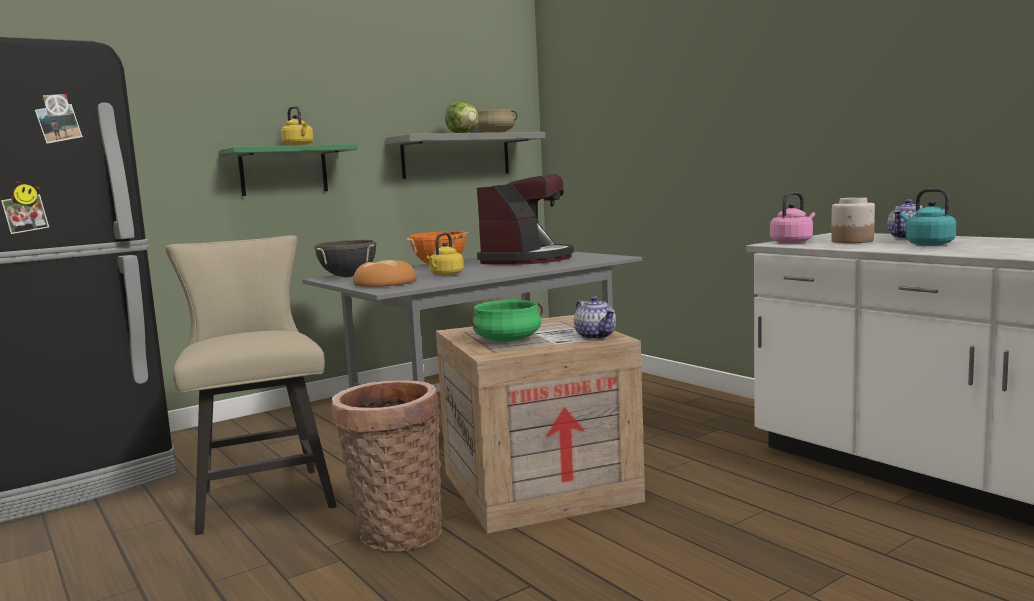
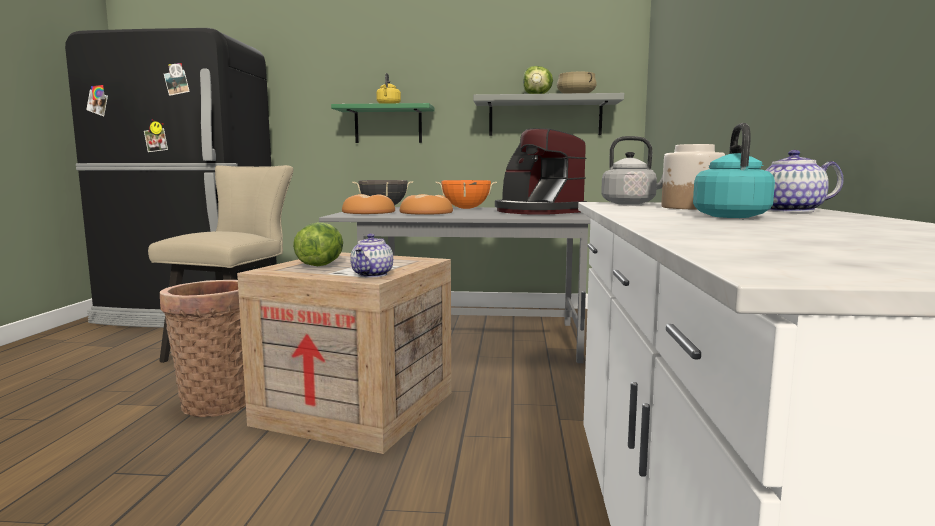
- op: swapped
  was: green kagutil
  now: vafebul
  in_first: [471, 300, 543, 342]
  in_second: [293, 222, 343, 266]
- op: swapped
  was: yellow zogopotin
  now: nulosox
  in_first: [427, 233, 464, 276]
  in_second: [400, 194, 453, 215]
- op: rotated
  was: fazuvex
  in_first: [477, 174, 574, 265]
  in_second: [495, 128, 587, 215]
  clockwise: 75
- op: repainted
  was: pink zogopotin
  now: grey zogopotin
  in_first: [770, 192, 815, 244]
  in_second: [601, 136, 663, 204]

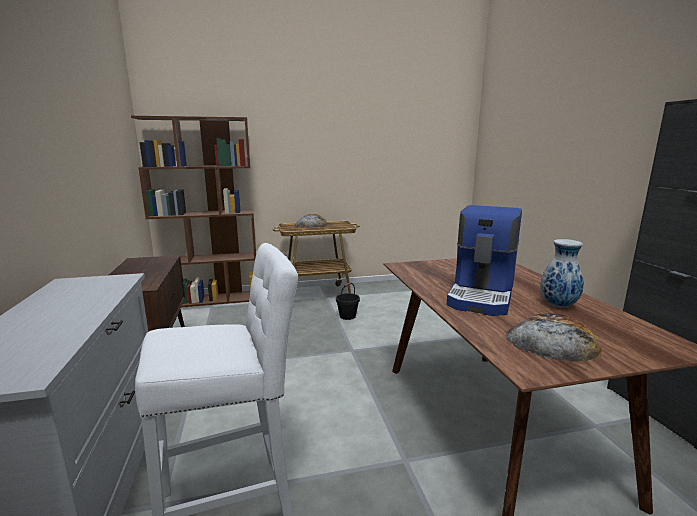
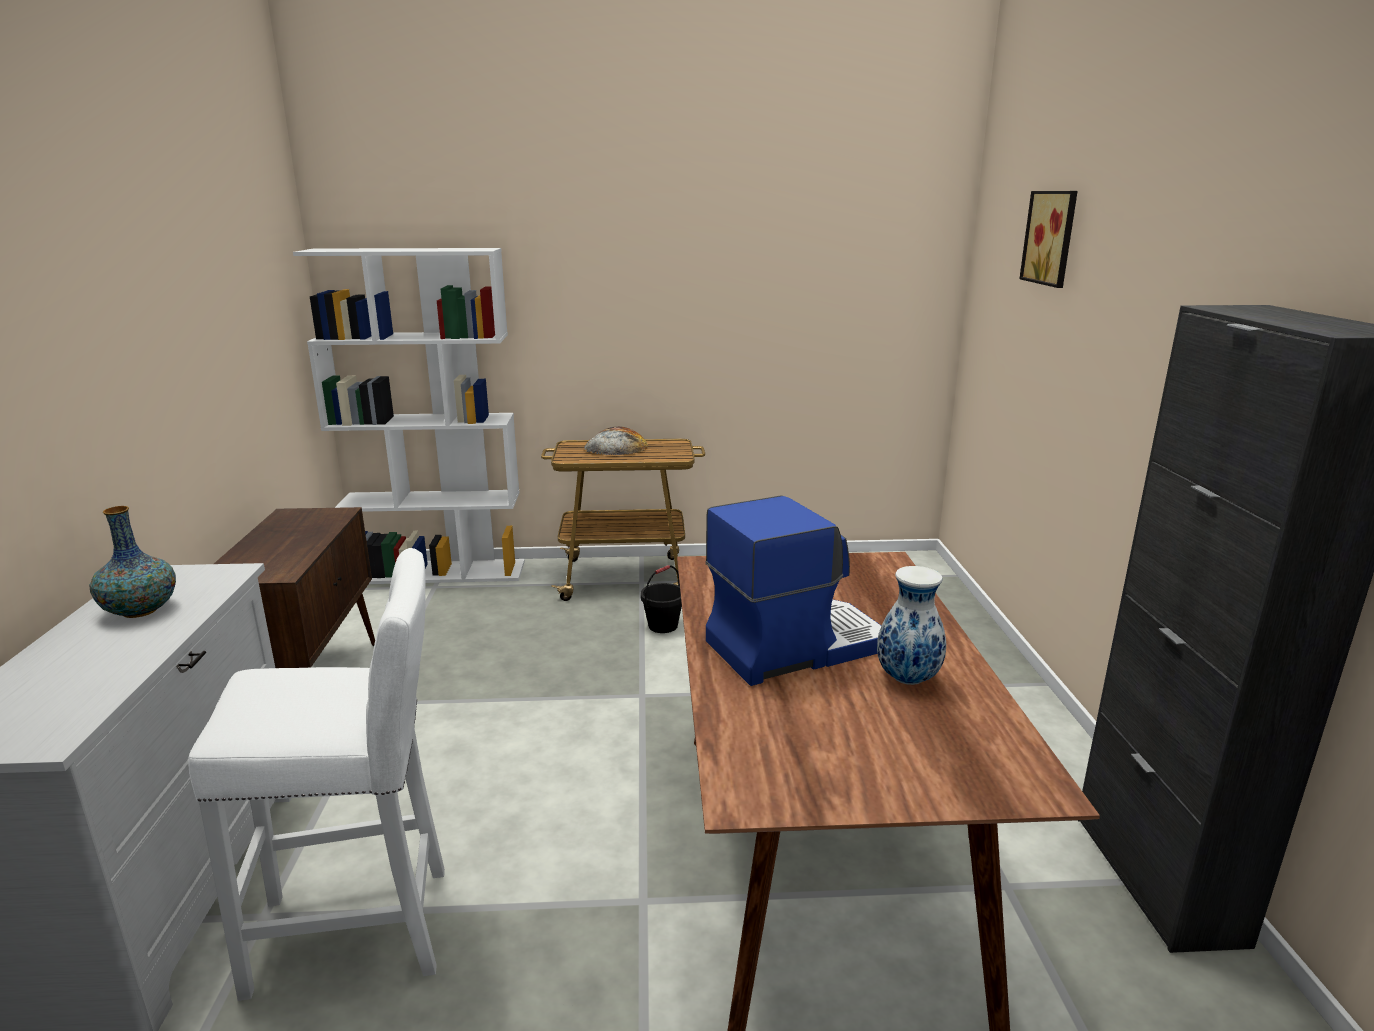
- op: new
  now: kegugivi
  in_second: [89, 506, 176, 618]
- op: repainted
  was: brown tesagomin
  now: white tesagomin
  in_first: [131, 116, 256, 307]
  in_second: [293, 248, 525, 584]
- op: rotated
  was: fazuvex
  in_first: [447, 205, 522, 316]
  in_second: [705, 495, 881, 686]
  clockwise: -150
- op: new
  now: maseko
  in_second: [1019, 191, 1078, 288]
- op: gone
  was: nulosox
  in_first: [506, 313, 602, 361]

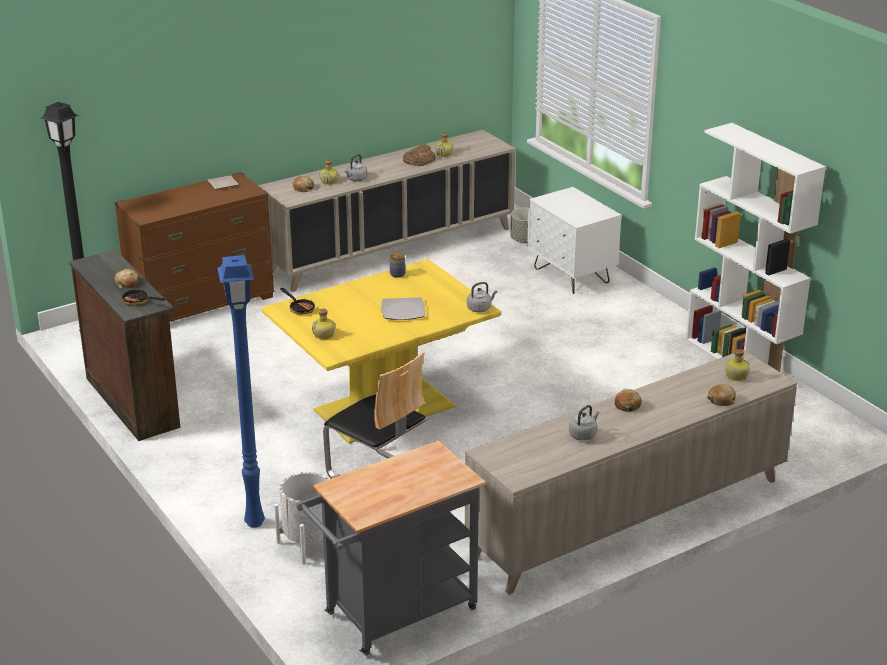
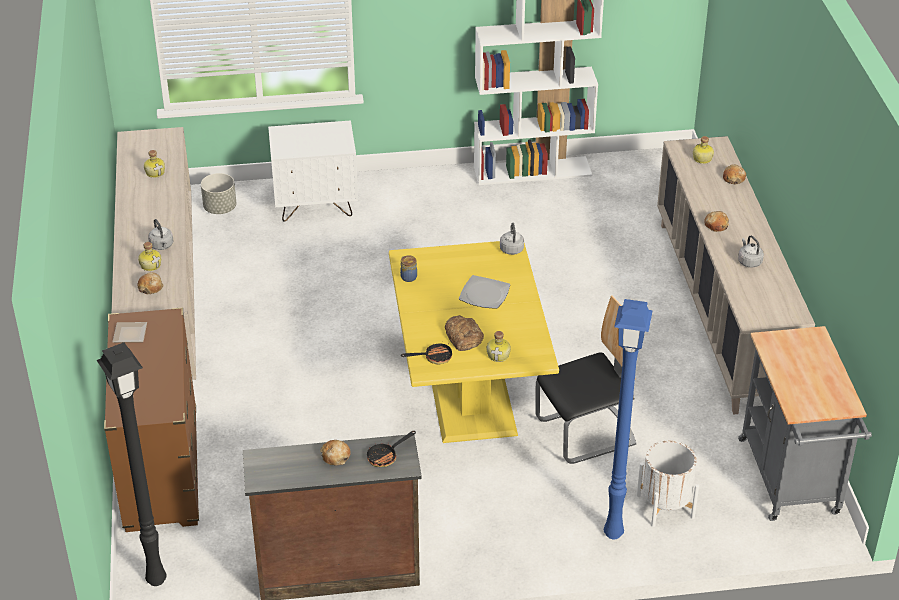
- op: shifted
  was: nulosox
  in_first: [403, 144, 436, 166]
  in_second: [445, 315, 484, 351]

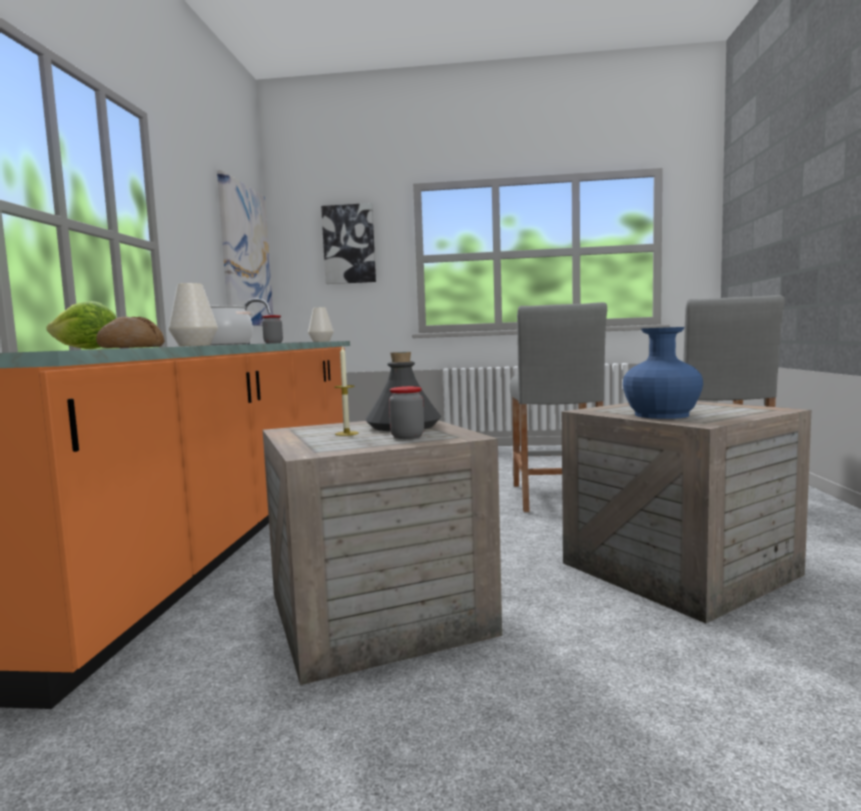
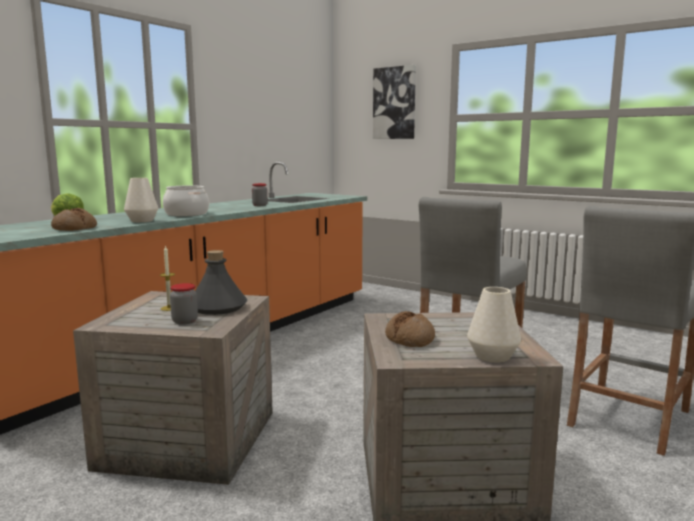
- op: swapped
  was: blue kegugivi
  now: nulosox
  in_first: [623, 327, 703, 419]
  in_second: [385, 311, 435, 347]
- op: shifted
  was: white kegugivi
  in_first: [308, 308, 334, 342]
  in_second: [467, 287, 521, 362]
- op: gone
  was: maseko
  in_first: [217, 170, 273, 326]

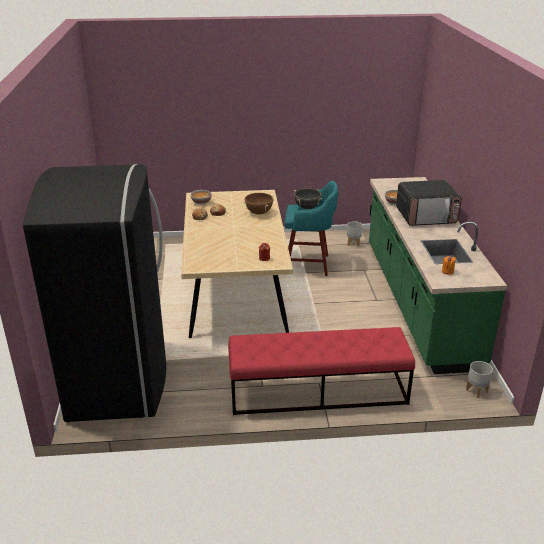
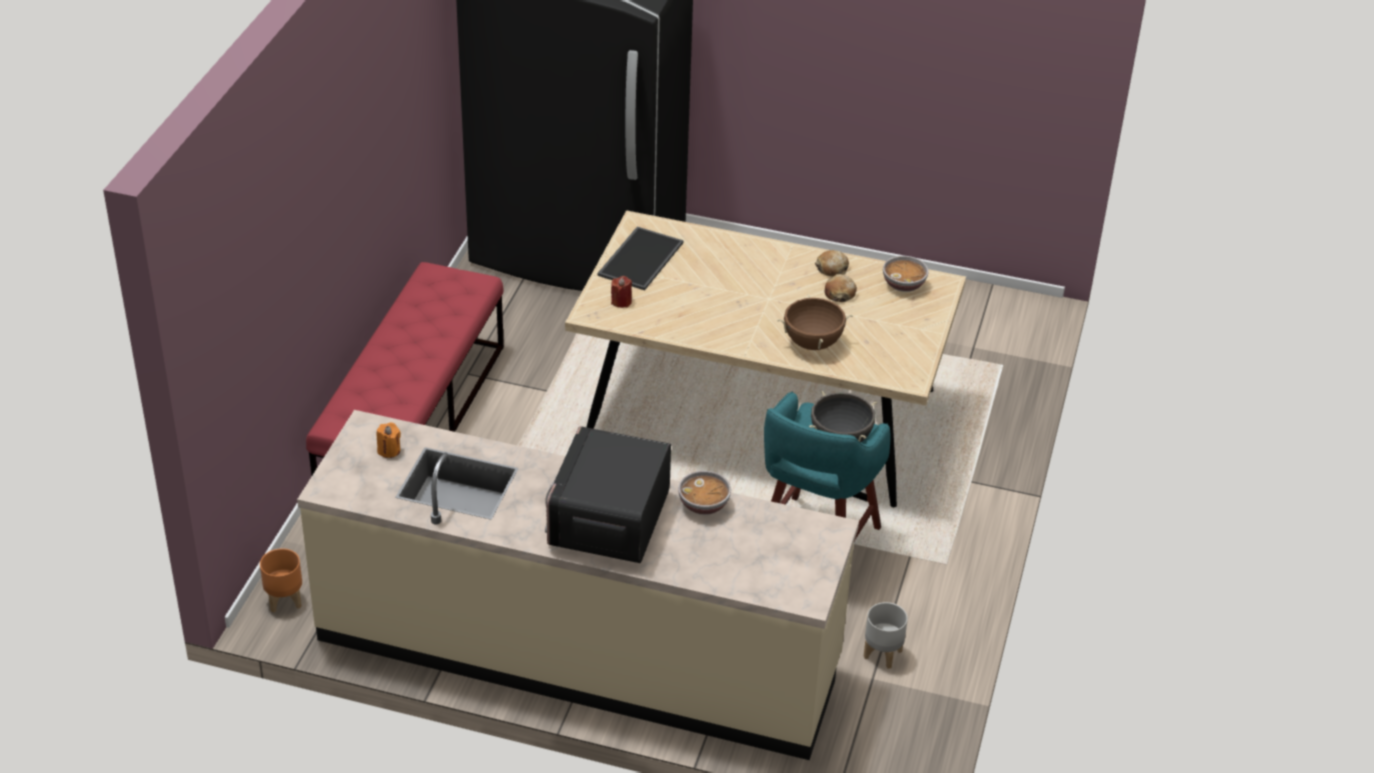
- op: repainted
  was: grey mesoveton
  now: orange mesoveton
  in_first: [466, 361, 493, 398]
  in_second: [260, 548, 302, 613]
- op: repainted
  was: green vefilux
  now: beige vefilux
  in_first: [369, 177, 507, 374]
  in_second: [297, 410, 859, 760]
- op: new
  now: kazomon
  in_second: [597, 227, 684, 290]

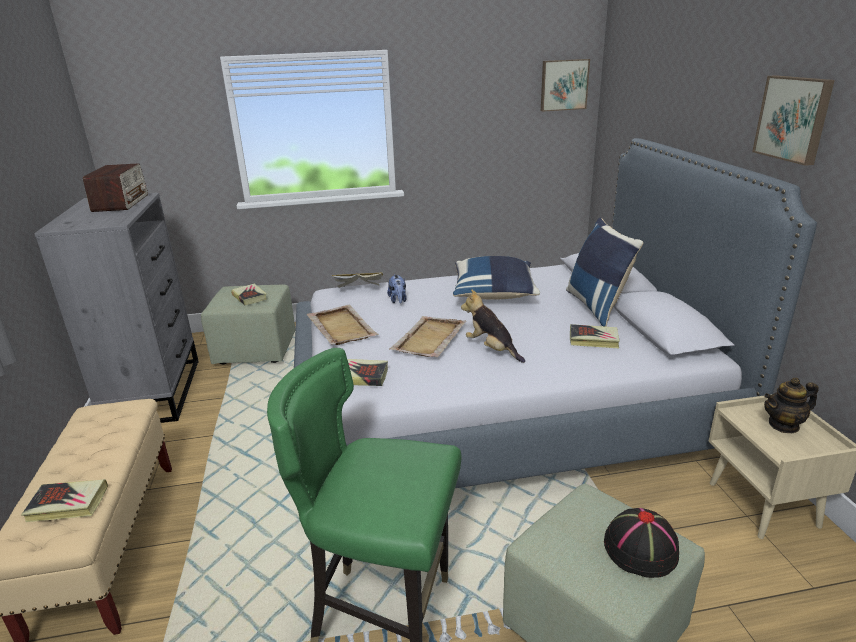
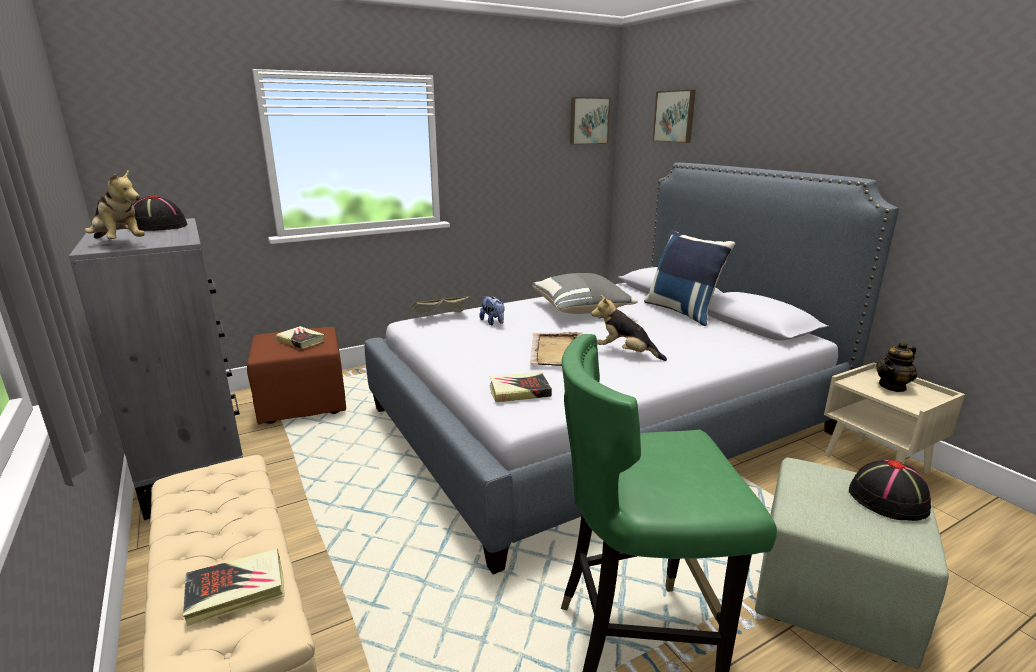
- op: new
  now: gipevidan
  in_second: [85, 170, 145, 239]
- op: swapped
  was: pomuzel
  now: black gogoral
  in_first: [83, 163, 148, 212]
  in_second: [133, 196, 187, 231]
- op: repainted
  was: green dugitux
  now: brown dugitux
  in_first: [201, 285, 295, 364]
  in_second: [247, 327, 346, 424]
- op: repainted
  was: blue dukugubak
  now: grey dukugubak
  in_first: [453, 256, 540, 300]
  in_second: [532, 273, 638, 314]
- op: shifted
  was: maseko
  in_first: [752, 75, 835, 166]
  in_second: [652, 90, 696, 143]
- op: gone
  was: beige kazomon
  in_first: [307, 305, 379, 345]
- op: gone
  was: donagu
  in_first: [570, 324, 620, 348]

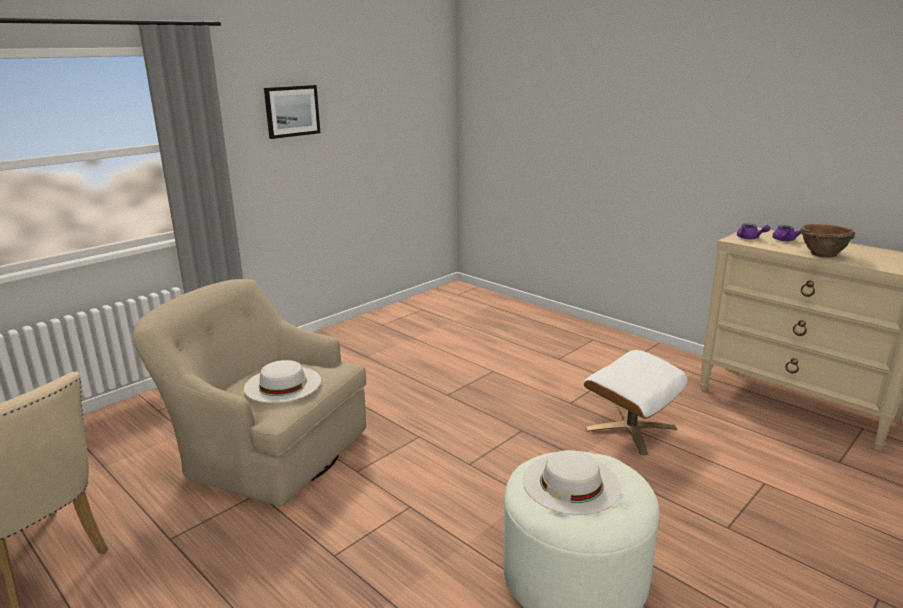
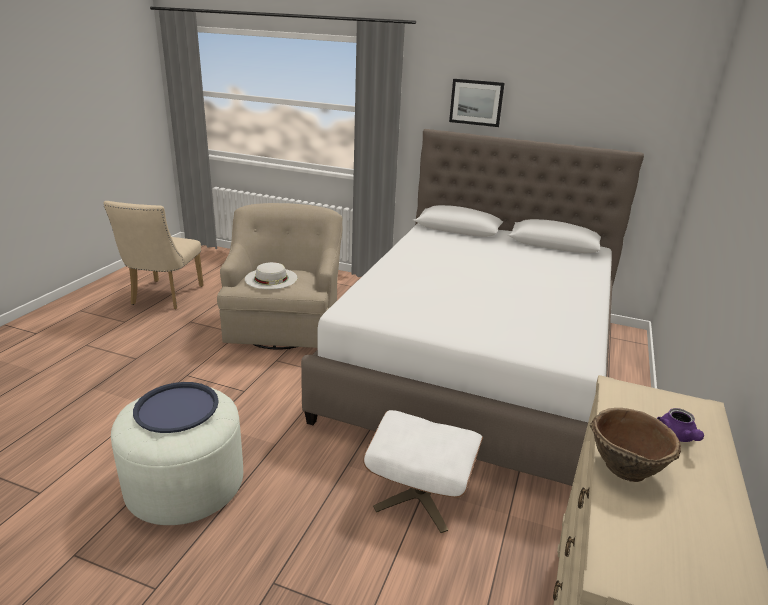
- op: swapped
  was: white gogoral
  now: blue kazomon
  in_first: [523, 450, 621, 515]
  in_second: [133, 382, 219, 433]
- op: new
  now: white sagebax
  in_second: [301, 129, 644, 486]
- op: gone
  was: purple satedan
  in_first: [737, 224, 770, 239]

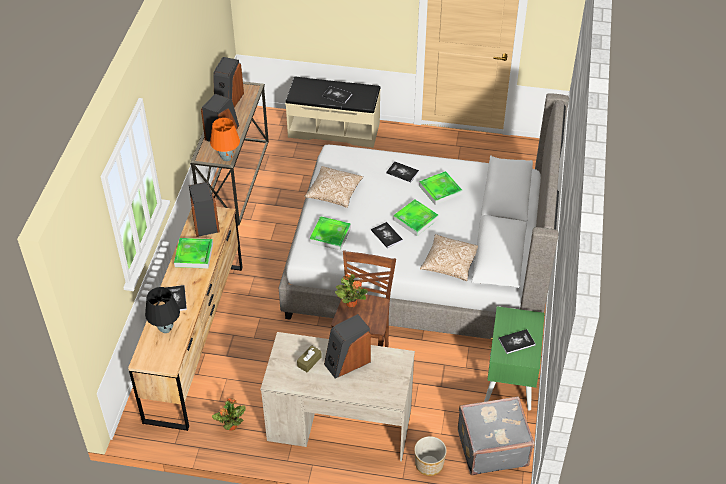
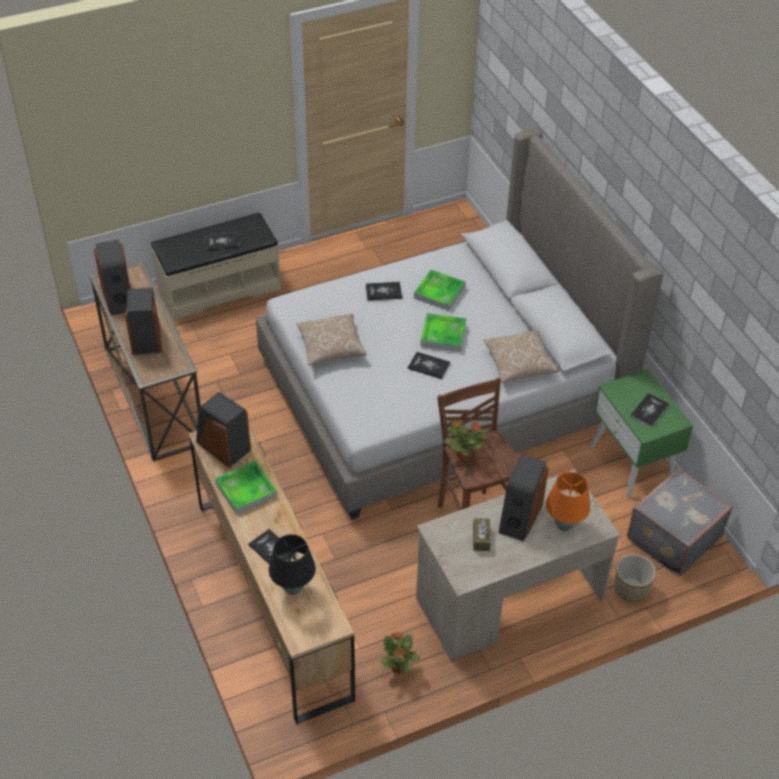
- op: shifted
  was: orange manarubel
  in_first: [210, 118, 240, 161]
  in_second: [546, 472, 590, 531]
- op: gone
  was: kazomon
  in_first: [309, 216, 351, 251]

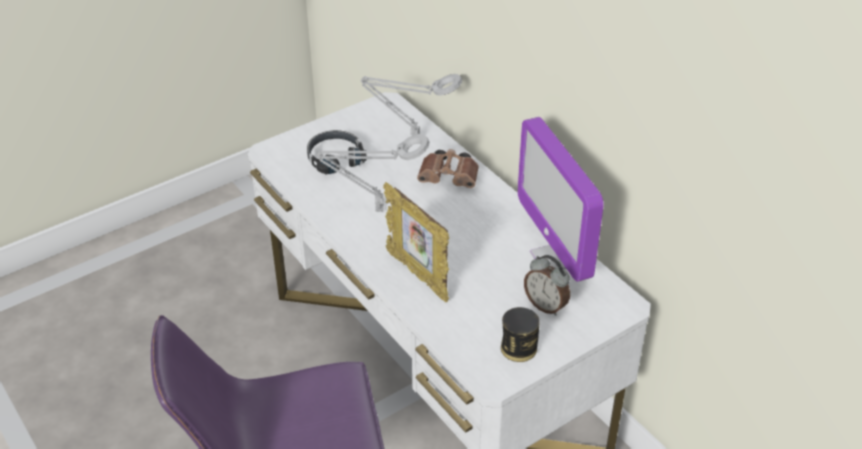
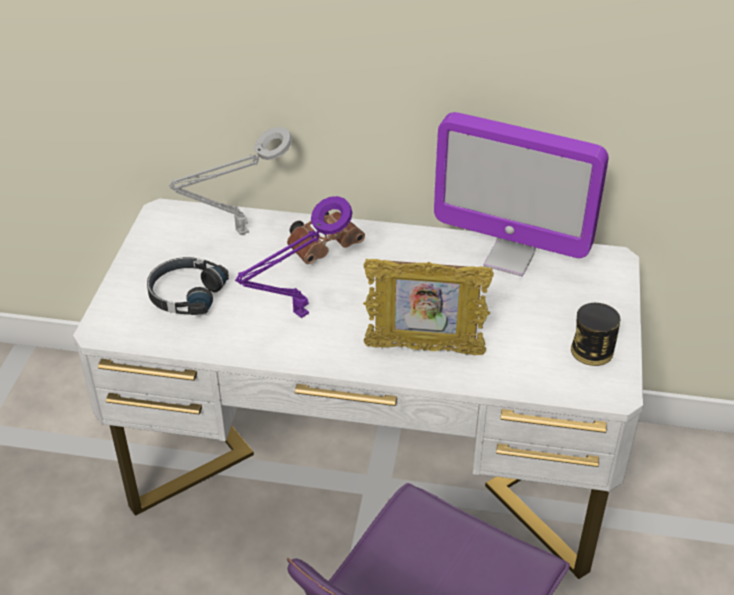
- op: repainted
  was: grey manarubel
  now: purple manarubel
  in_first: [317, 134, 430, 212]
  in_second: [235, 196, 353, 318]
- op: gone
  was: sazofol
  in_first: [524, 255, 570, 316]

